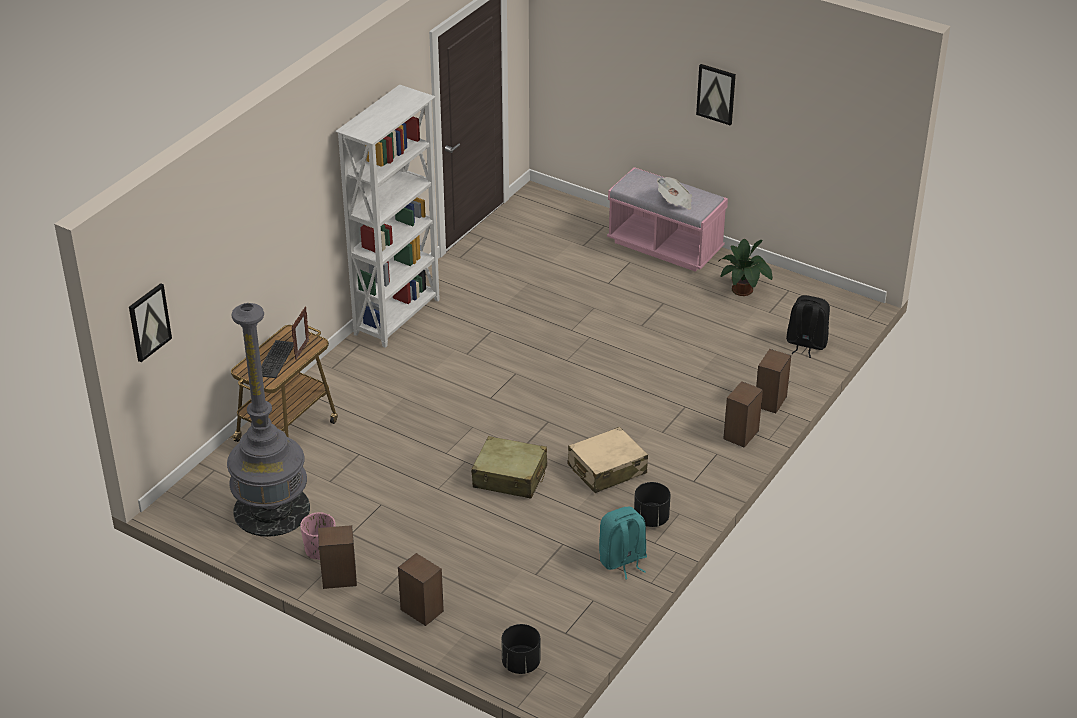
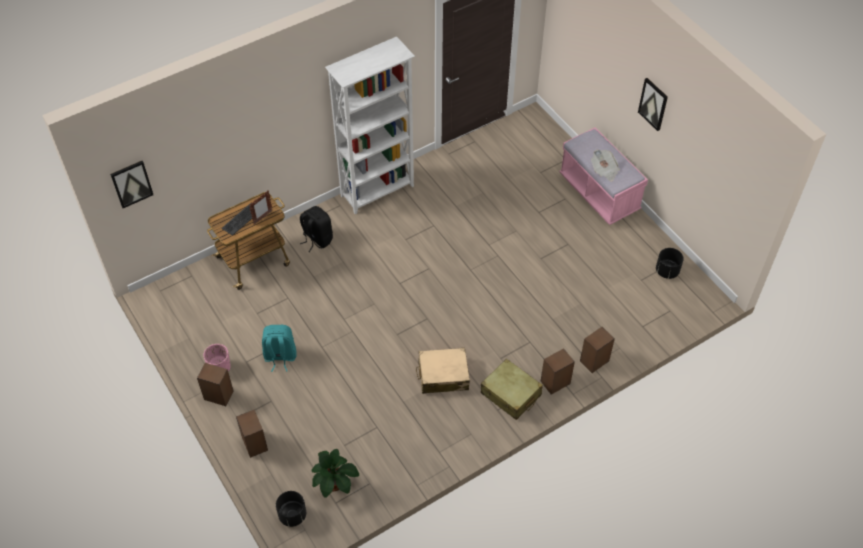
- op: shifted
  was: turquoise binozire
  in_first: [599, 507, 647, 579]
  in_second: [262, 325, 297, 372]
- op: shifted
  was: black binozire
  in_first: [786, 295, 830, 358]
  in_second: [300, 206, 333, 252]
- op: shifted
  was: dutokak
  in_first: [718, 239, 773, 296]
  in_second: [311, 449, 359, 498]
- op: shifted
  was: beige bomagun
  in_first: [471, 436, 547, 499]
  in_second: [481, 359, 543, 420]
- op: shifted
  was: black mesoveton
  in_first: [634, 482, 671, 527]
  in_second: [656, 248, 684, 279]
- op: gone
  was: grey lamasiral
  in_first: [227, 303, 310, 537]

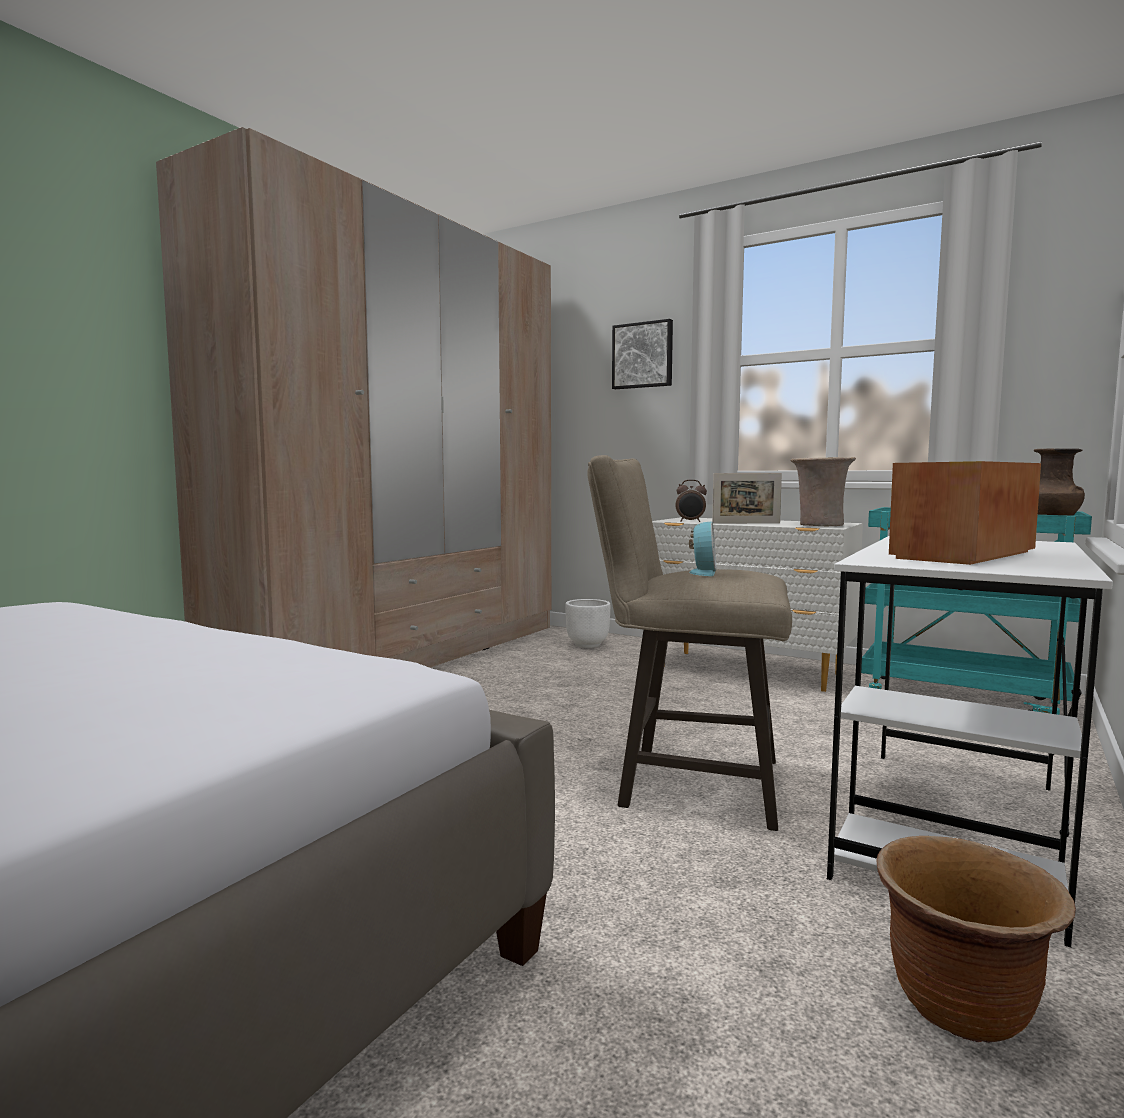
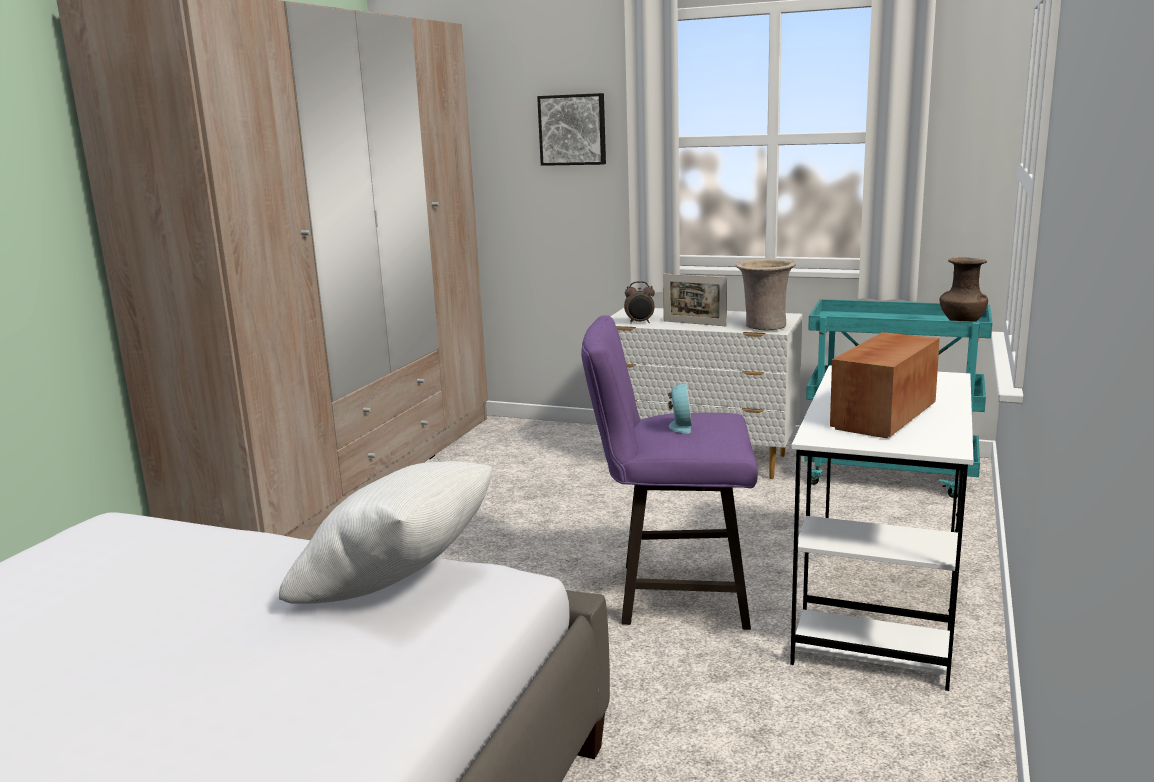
- op: new
  now: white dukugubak
  in_second: [279, 461, 492, 604]
- op: repainted
  was: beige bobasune
  now: purple bobasune
  in_first: [587, 455, 792, 831]
  in_second: [581, 315, 758, 630]
- op: rotated
  was: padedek
  in_first: [712, 473, 782, 524]
  in_second: [663, 274, 727, 326]
  clockwise: 45
- op: gone
  was: white mesoveton
  in_first: [565, 599, 610, 648]
- op: gone
  was: brown mesoveton
  in_first: [876, 836, 1076, 1043]

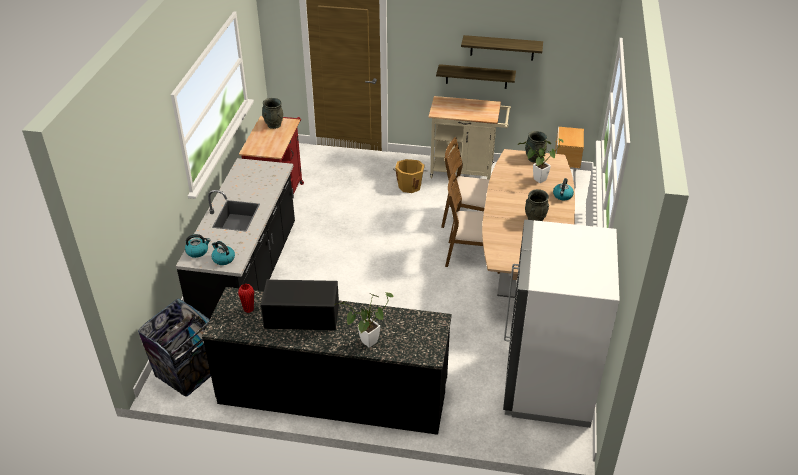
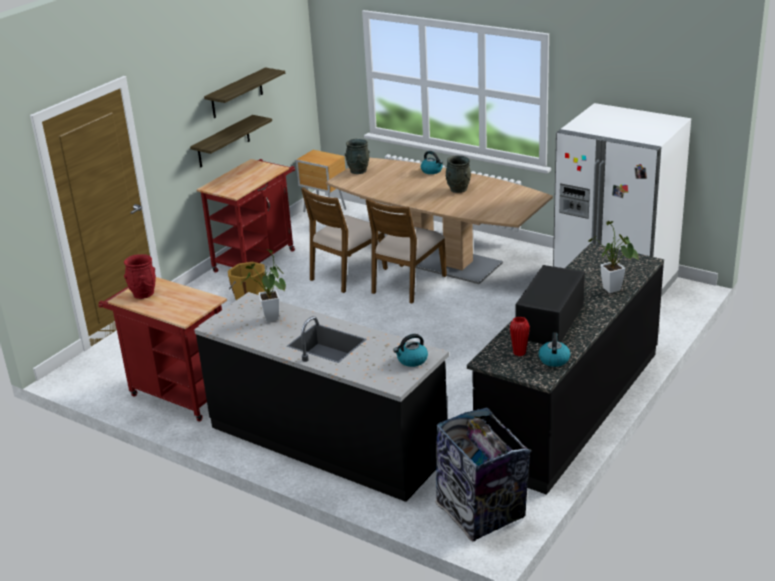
- op: repainted
  was: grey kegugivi
  now: red kegugivi
  in_first: [262, 98, 283, 129]
  in_second: [124, 254, 156, 299]
- op: repainted
  was: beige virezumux
  now: red virezumux
  in_first: [428, 96, 511, 180]
  in_second: [197, 159, 295, 273]
- op: shifted
  was: dutokak
  in_first: [518, 139, 564, 183]
  in_second: [240, 249, 286, 322]
- op: shifted
  was: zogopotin
  in_first: [185, 234, 210, 258]
  in_second: [538, 332, 570, 367]

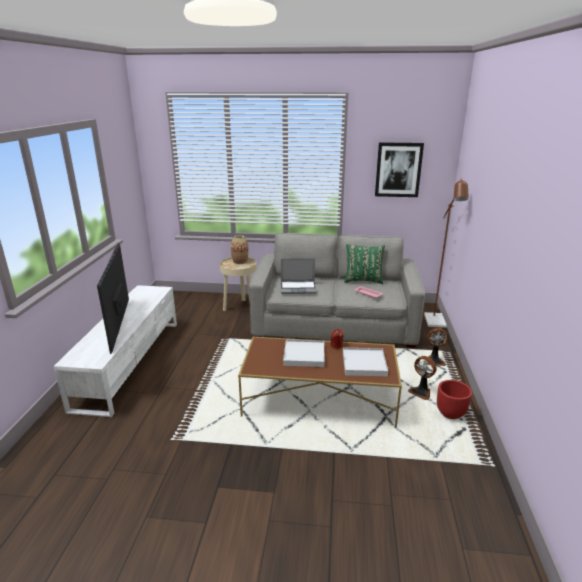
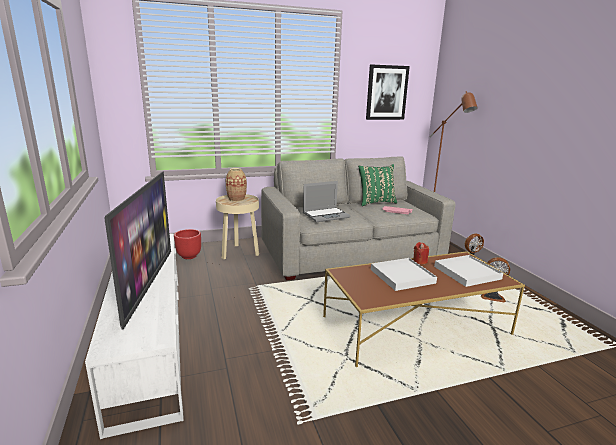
- op: rotated
  was: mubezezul
  in_first: [97, 243, 129, 354]
  in_second: [104, 172, 171, 330]
  clockwise: -150
- op: shifted
  was: red mesoveton
  in_first: [437, 380, 472, 419]
  in_second: [174, 229, 201, 259]

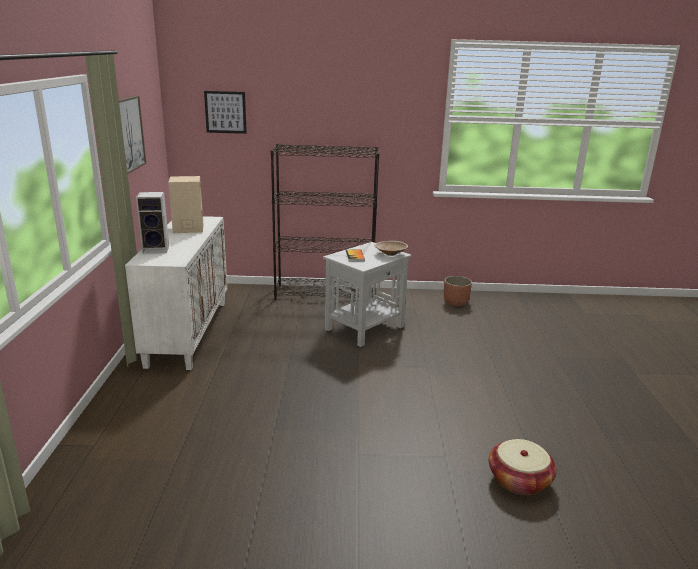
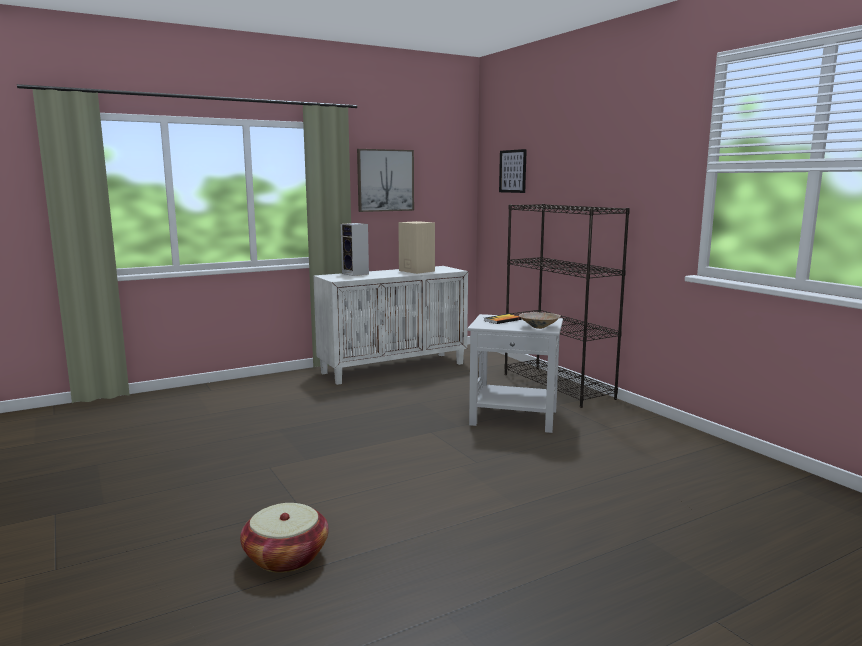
- op: gone
  was: mesoveton
  in_first: [444, 276, 472, 306]

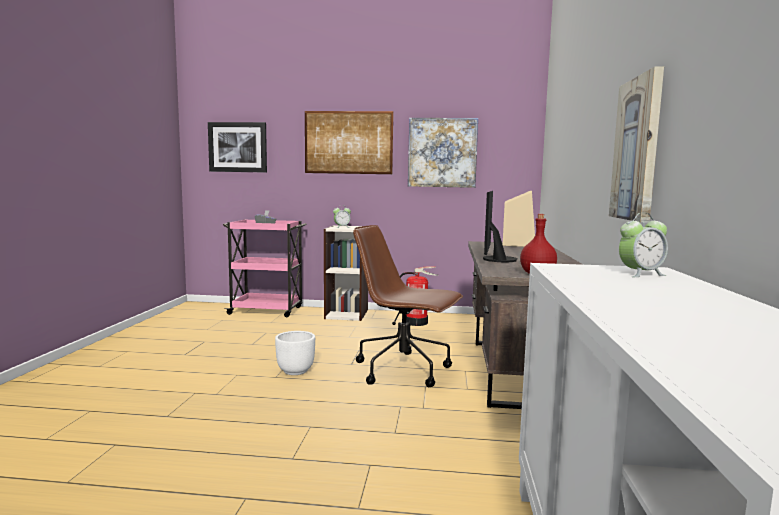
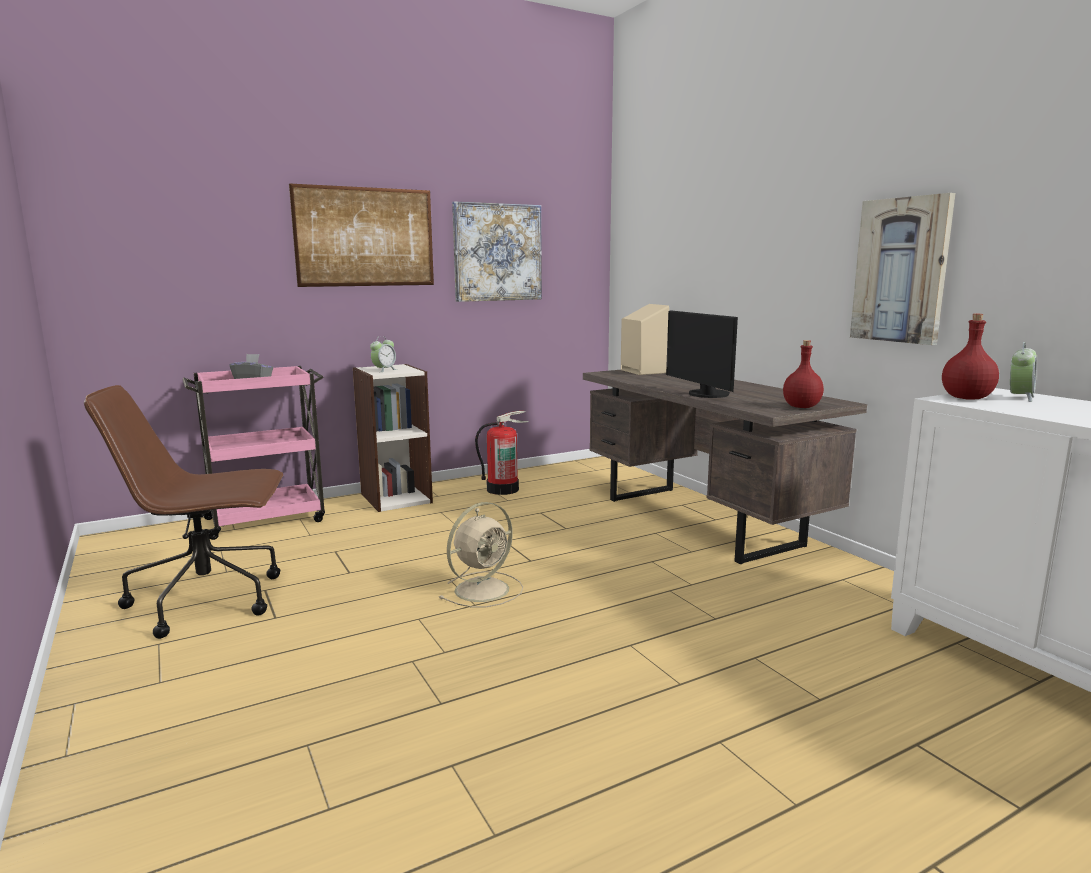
- op: shifted
  was: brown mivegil
  in_first: [353, 225, 463, 387]
  in_second: [84, 385, 283, 639]
- op: swapped
  was: white mesoveton
  now: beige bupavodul
  in_first: [275, 331, 315, 375]
  in_second: [439, 502, 523, 607]
- op: new
  now: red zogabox
  in_second: [942, 314, 999, 399]
- op: gone
  was: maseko
  in_first: [208, 122, 267, 173]

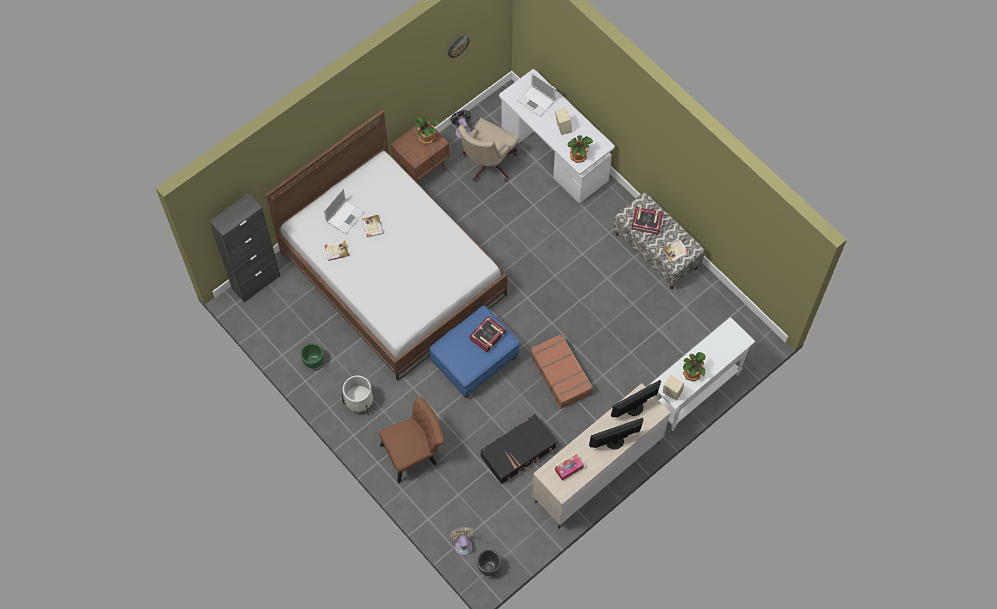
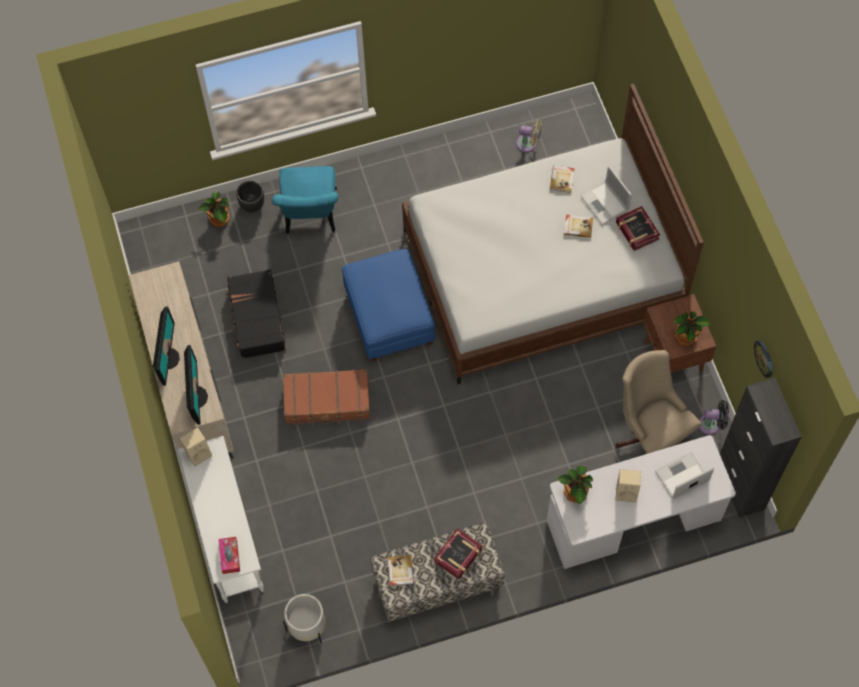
- op: shifted
  was: dutokak
  in_first: [683, 352, 706, 382]
  in_second: [199, 192, 229, 227]
- op: shifted
  was: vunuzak
  in_first: [555, 454, 584, 481]
  in_second: [219, 537, 240, 574]
- op: shifted
  was: black mesoveton
  in_first: [477, 550, 501, 576]
  in_second: [236, 181, 264, 212]
- op: repainted
  was: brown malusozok
  now: turquoise malusozok
  in_first: [379, 397, 444, 484]
  in_second: [272, 166, 338, 234]
- op: shifted
  was: white mesoveton
  in_first: [341, 375, 373, 415]
  in_second: [283, 594, 326, 643]
- op: shifted
  was: beige bupavodul
  in_first: [450, 527, 474, 556]
  in_second: [516, 119, 542, 152]
- op: shifted
  was: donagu
  in_first: [469, 316, 506, 353]
  in_second: [616, 206, 660, 251]
- op: shifted
  was: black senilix
  in_first: [209, 193, 281, 303]
  in_second: [720, 378, 801, 517]
- op: gone
  was: green mesoveton
  in_first: [301, 343, 324, 369]

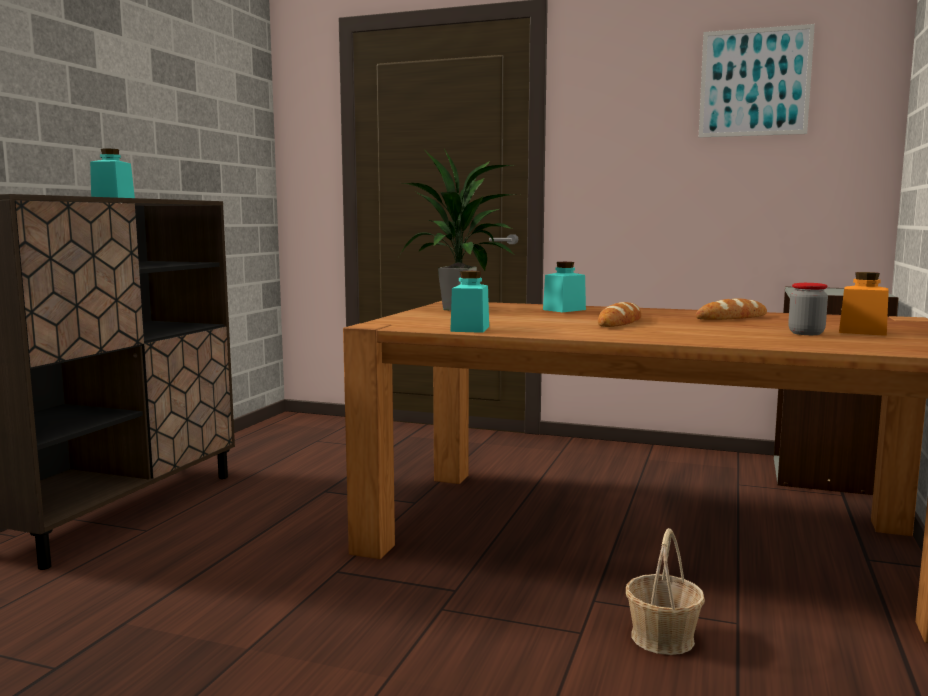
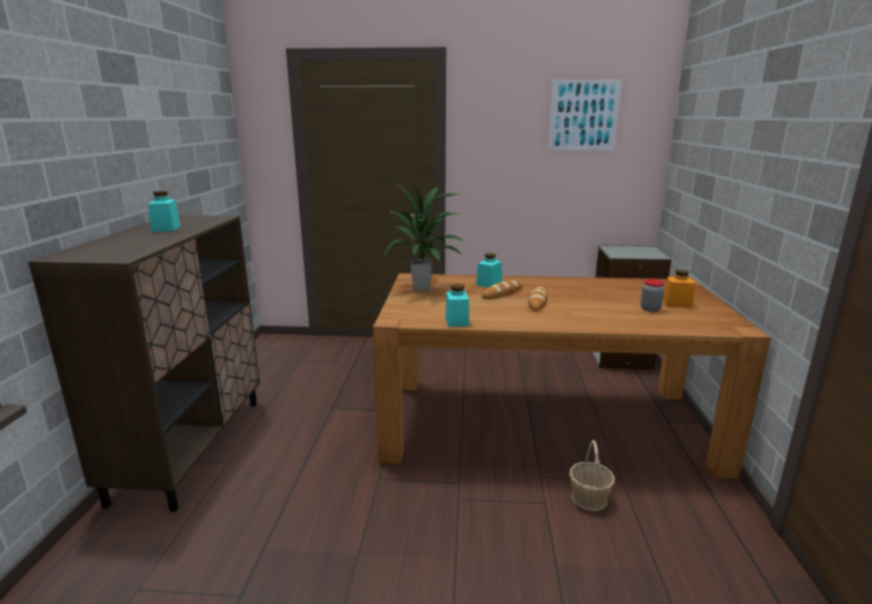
- op: shifted
  was: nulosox
  in_first: [696, 298, 767, 320]
  in_second: [482, 280, 522, 299]

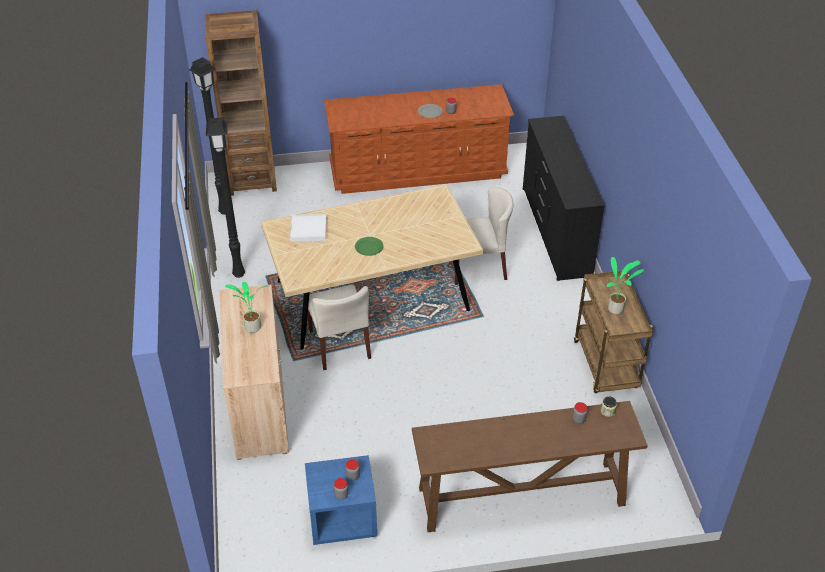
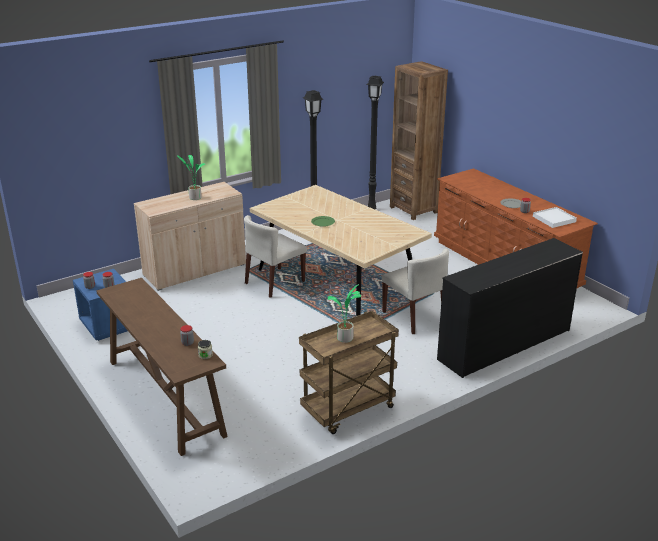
- op: shifted
  was: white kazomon
  in_first: [290, 214, 327, 242]
  in_second: [533, 207, 577, 228]

